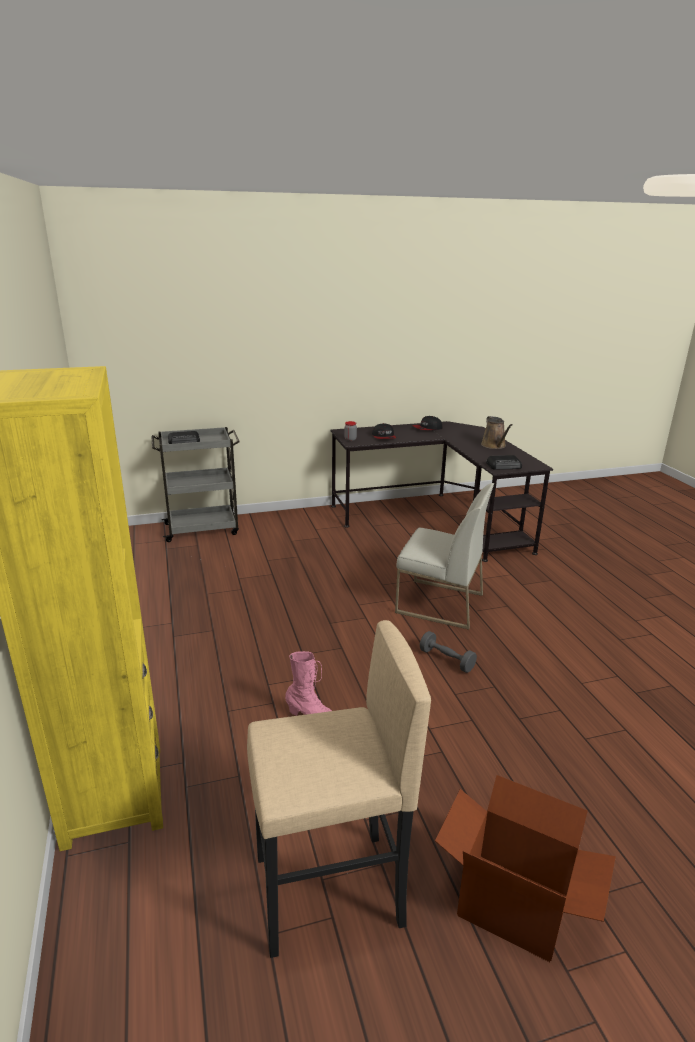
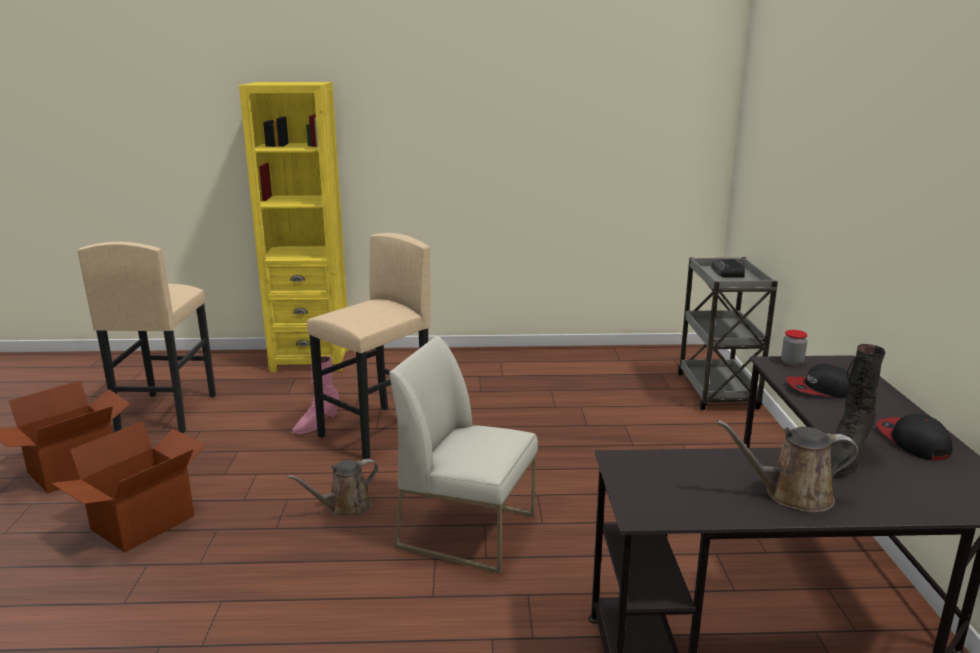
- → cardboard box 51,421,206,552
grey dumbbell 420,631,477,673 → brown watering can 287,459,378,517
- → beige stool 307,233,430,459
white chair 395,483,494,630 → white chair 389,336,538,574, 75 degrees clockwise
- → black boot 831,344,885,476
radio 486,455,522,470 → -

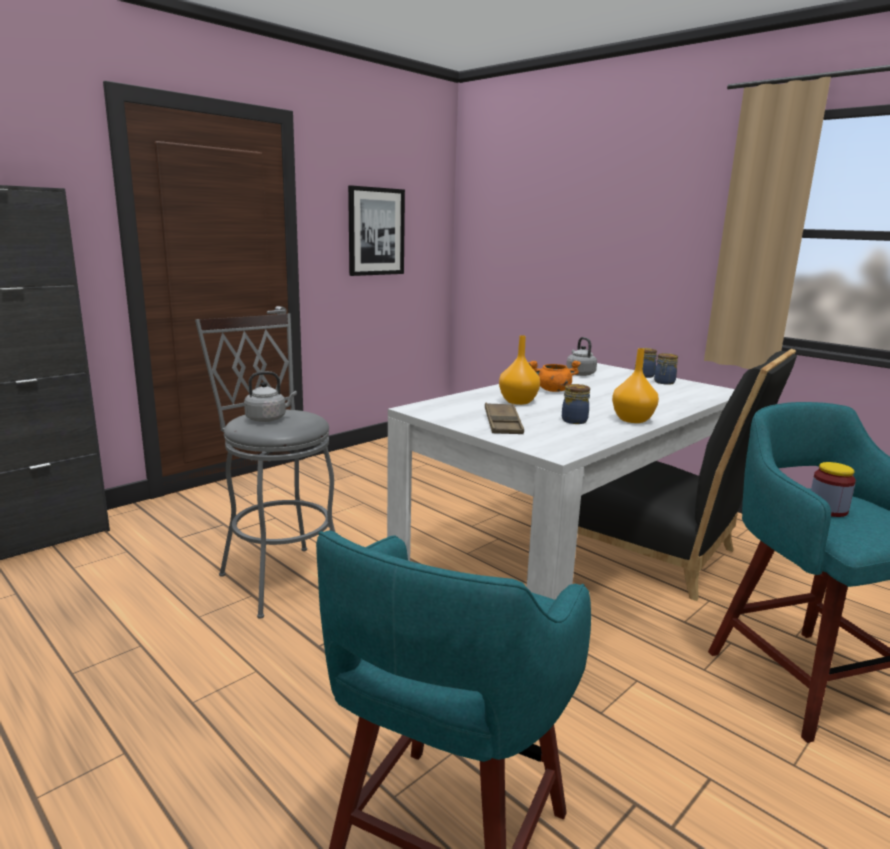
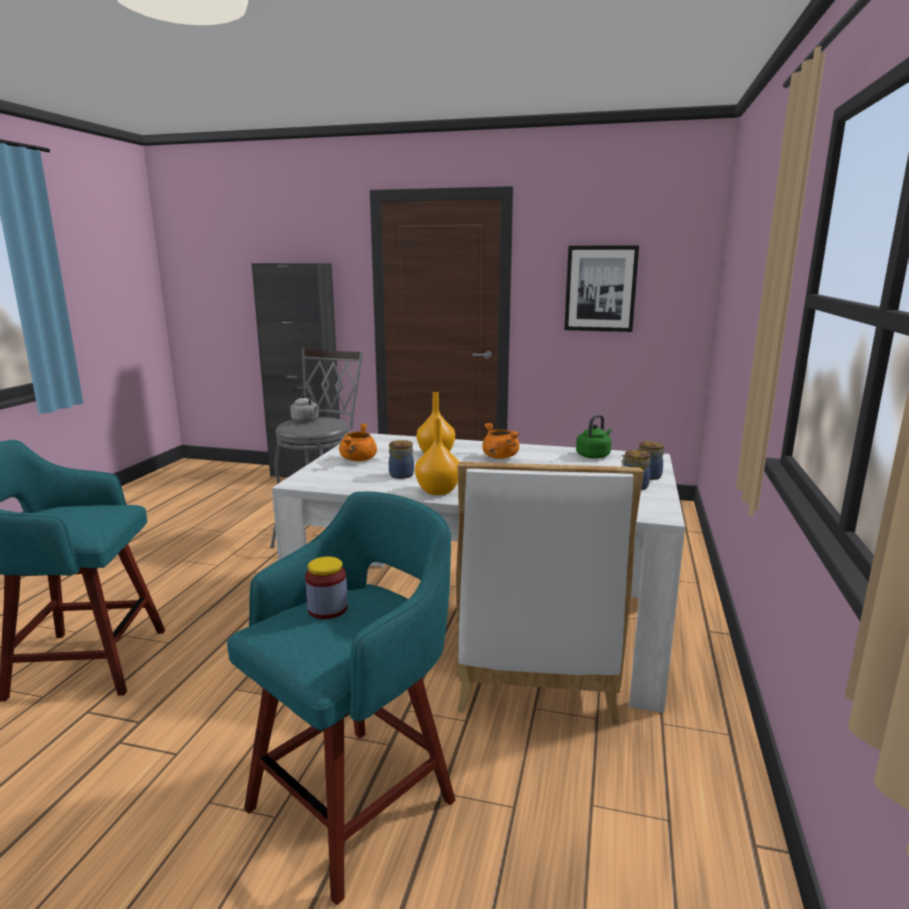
brown tray 485,403,524,434 → orange cooking pot 339,423,377,462
black chair 577,349,797,601 → white chair 456,462,644,725
grey kettle 566,337,597,376 → green kettle 576,415,612,459

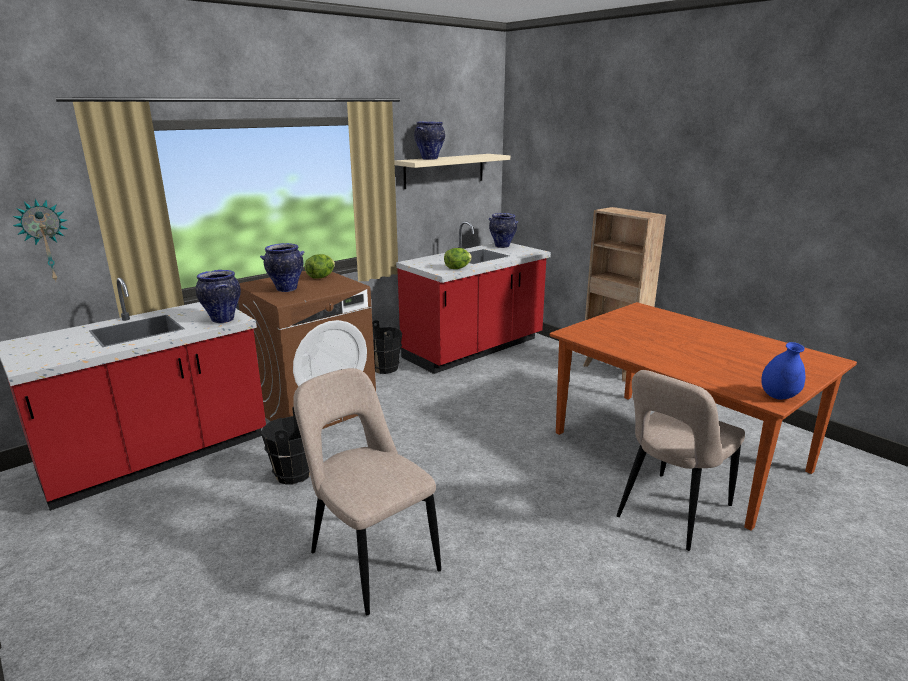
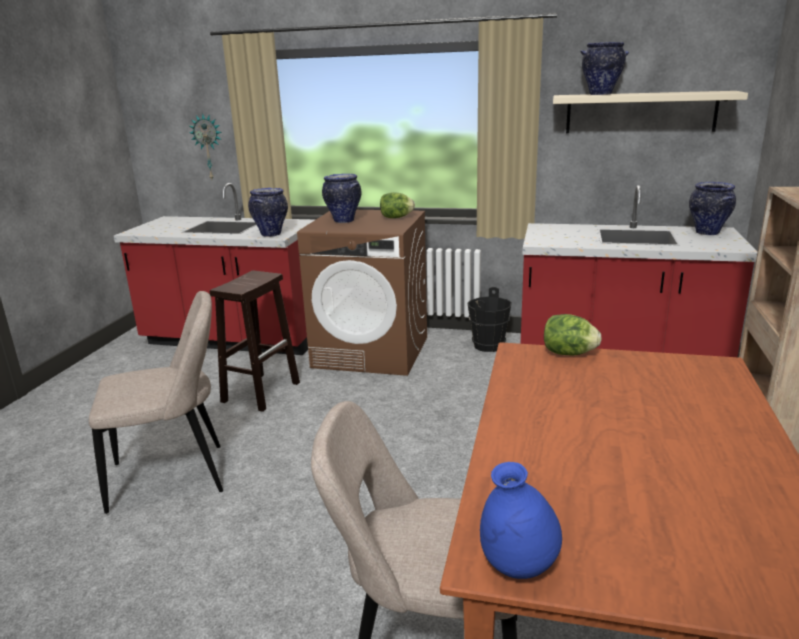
beige chair 293,368,441,615 → beige chair 89,291,223,514, 60 degrees clockwise
black bucket 261,407,310,485 → brown stool 210,271,300,412
lettuce 444,248,472,269 → lettuce 544,314,602,355, moved

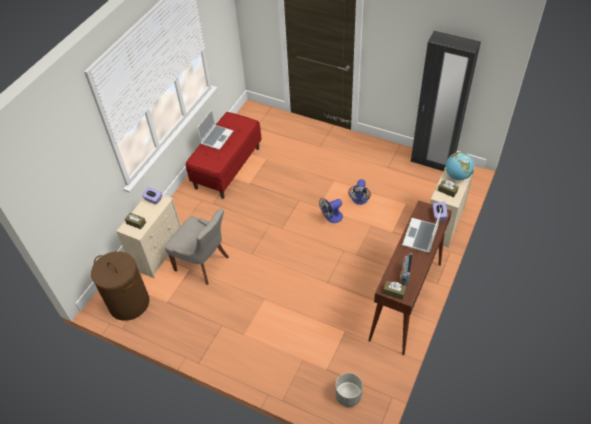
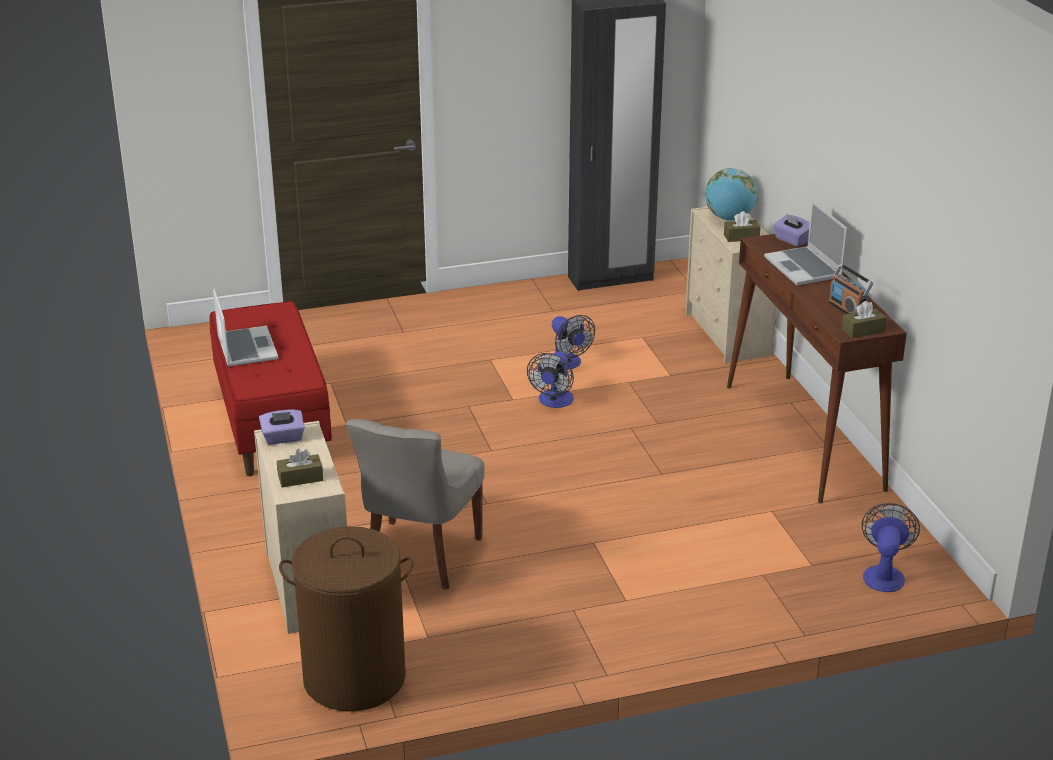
grey chair 165,209,229,285 → grey chair 346,419,484,590, 120 degrees clockwise
grey planter 335,373,363,407 → fan 862,503,920,592

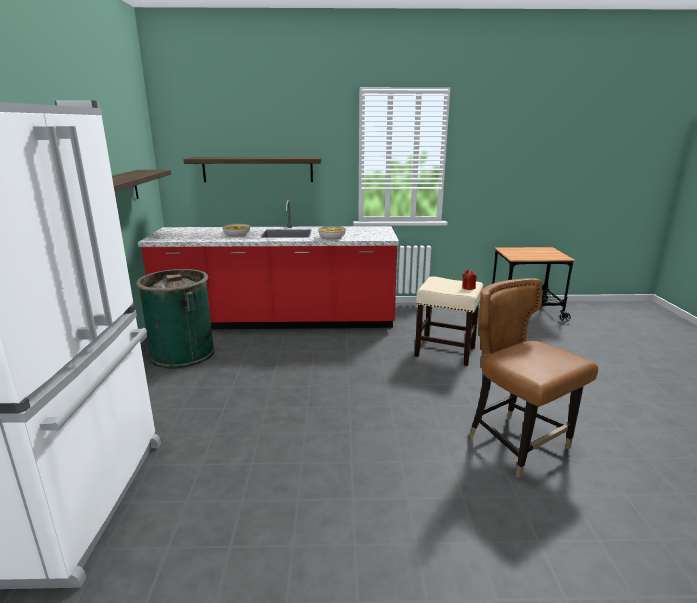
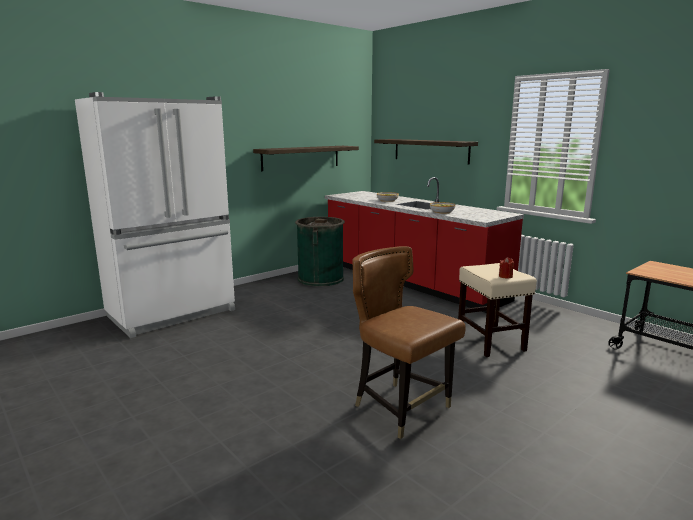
brown chair 469,278,598,478 → brown chair 352,246,466,439, 60 degrees counterclockwise

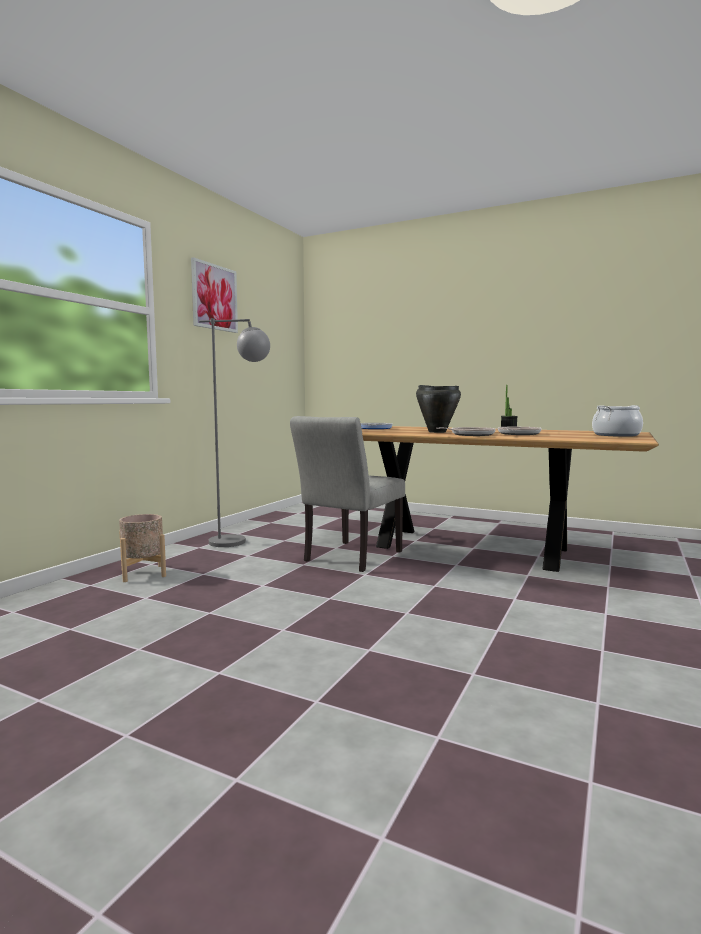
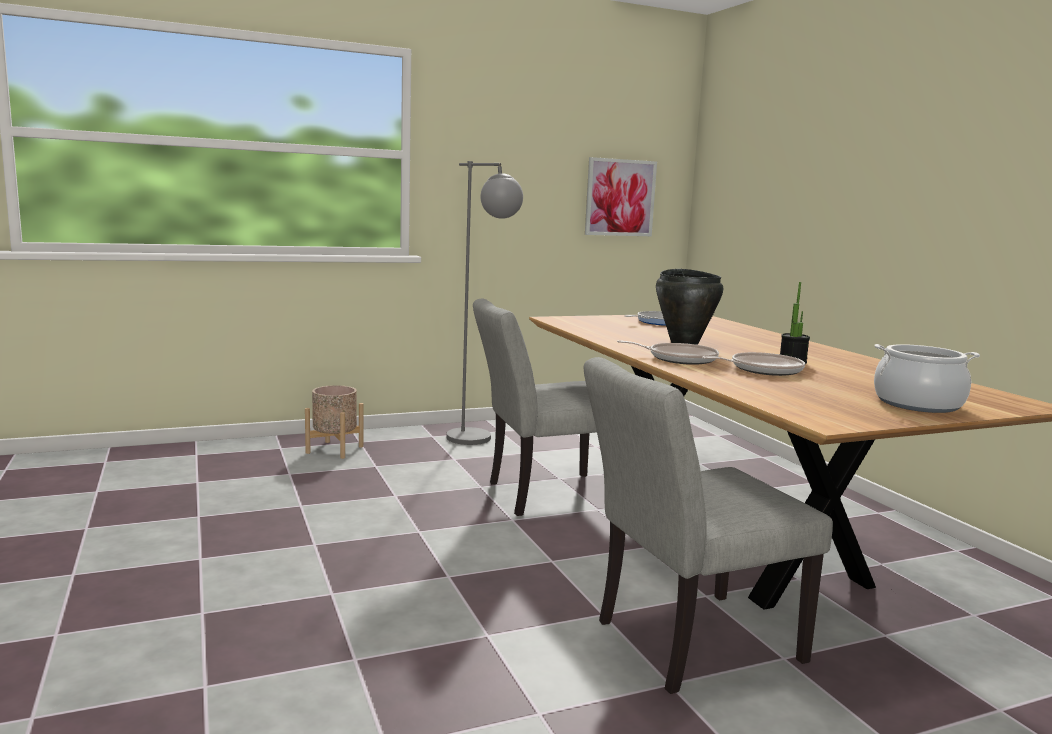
- → grey chair 584,357,833,694
picture 191,257,238,333 → picture 585,157,657,236, moved

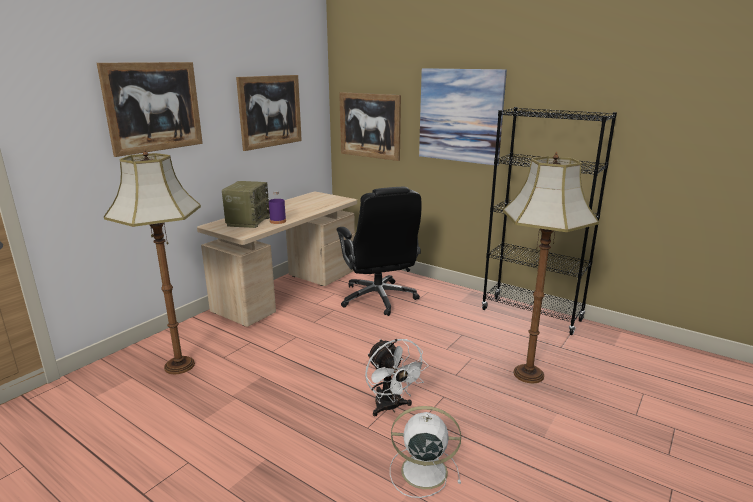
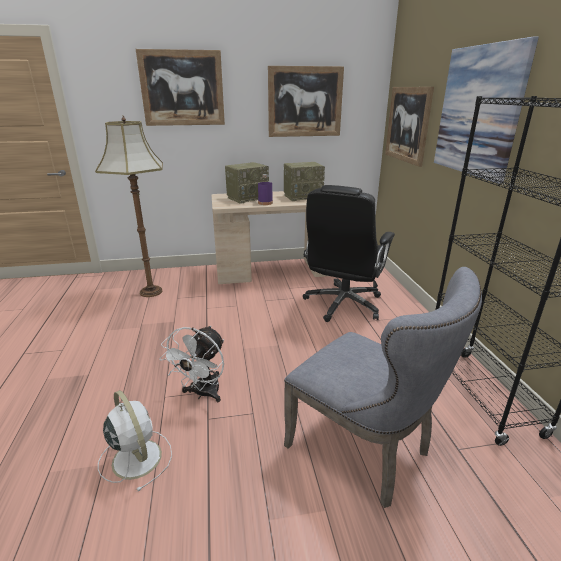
- → radio 284,162,325,201
floor lamp 503,152,599,383 → grey chair 284,267,482,508

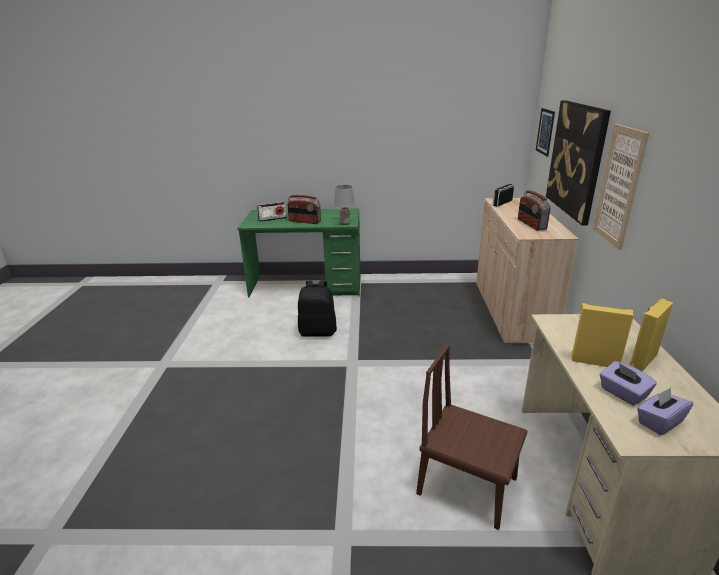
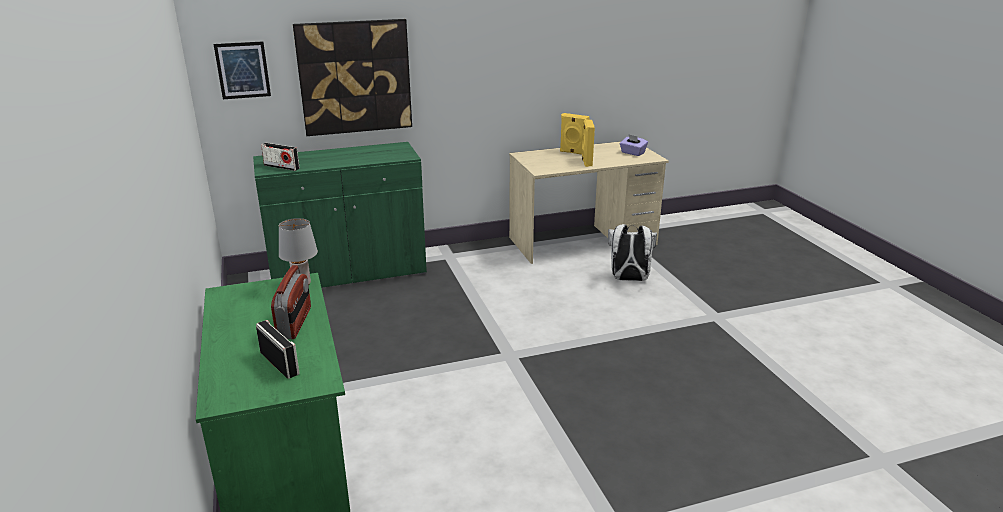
beige cabinet 476,198,579,345 → green cabinet 253,142,427,288
brown chair 416,344,527,530 → white backpack 608,224,657,281
black backpack 298,281,337,337 → -
radio 518,190,550,231 → -
picture 593,124,649,250 → -
purple tissue box 600,361,657,406 → -

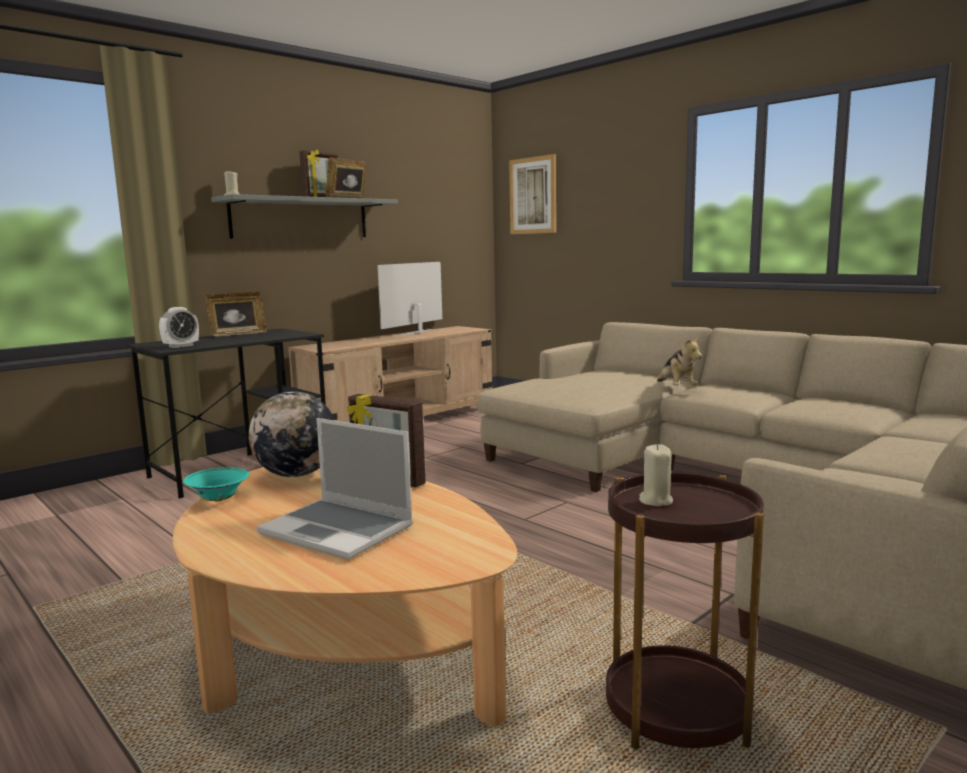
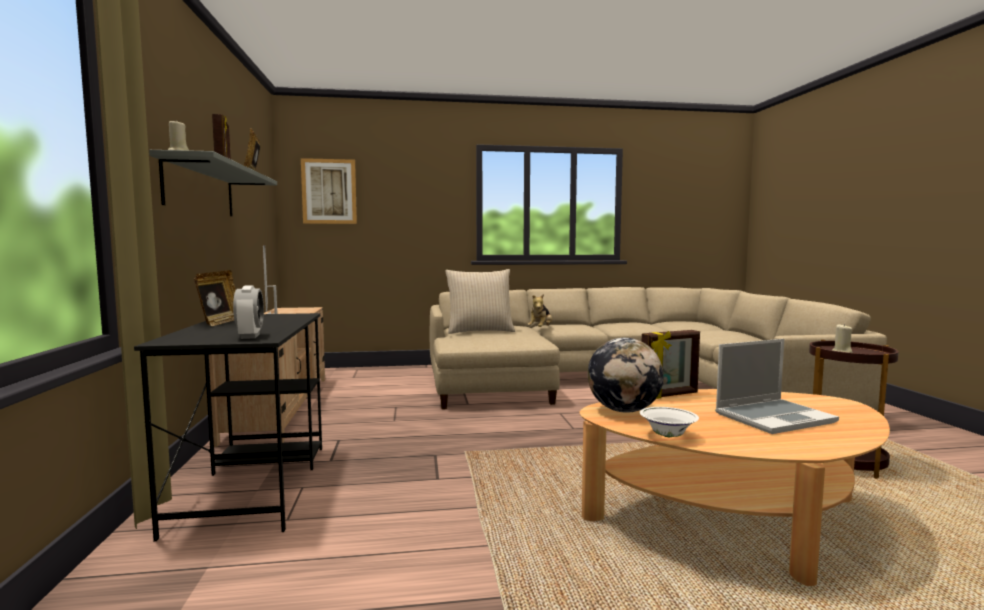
- → beige pillow 445,269,515,334
plush toy 657,336,702,386 → plush toy 527,294,552,327, 90 degrees clockwise
turquoise bowl 183,467,249,501 → white bowl 640,407,699,437

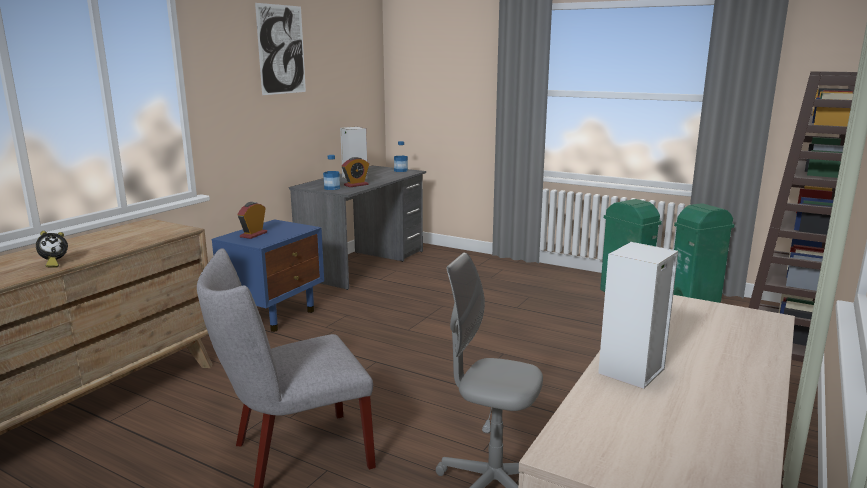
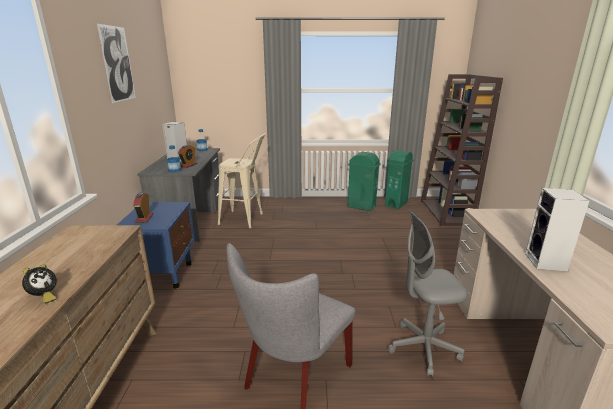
- → beige stool 218,133,266,228

